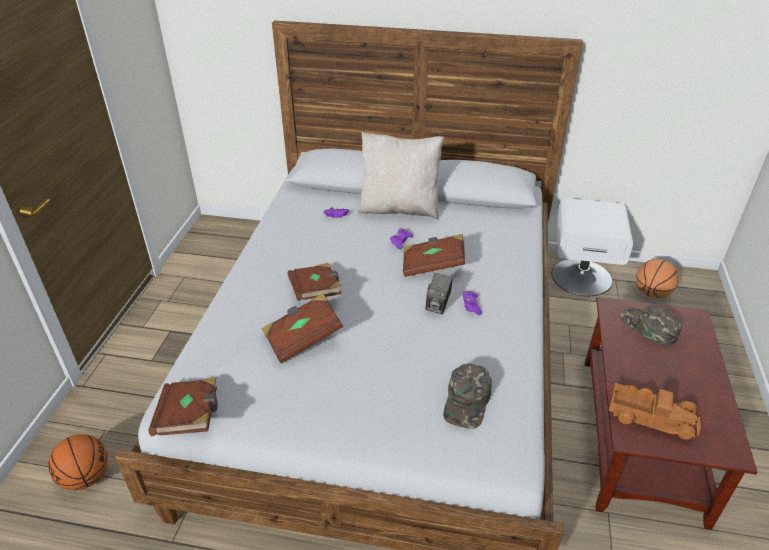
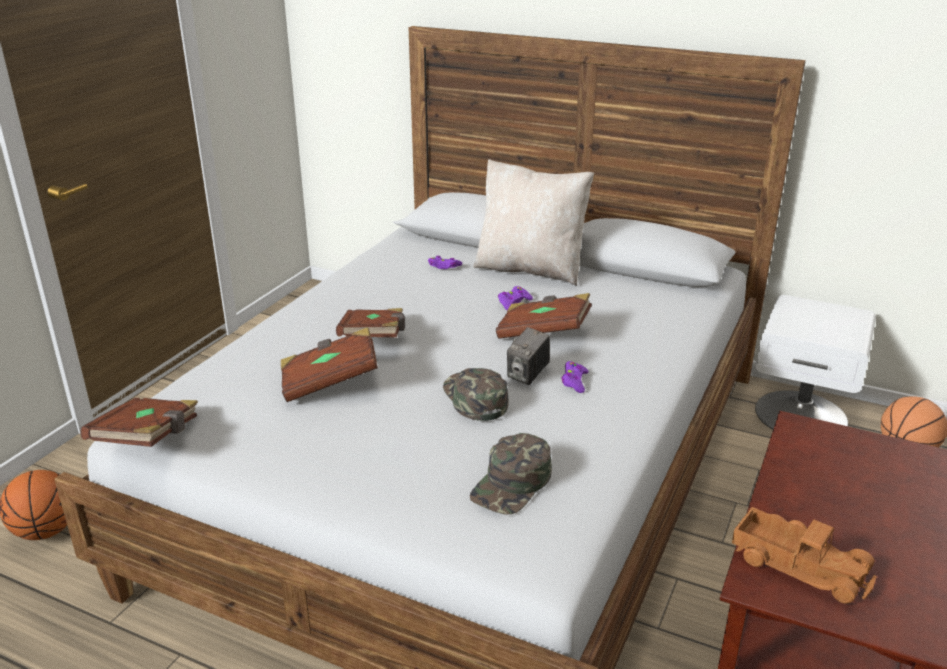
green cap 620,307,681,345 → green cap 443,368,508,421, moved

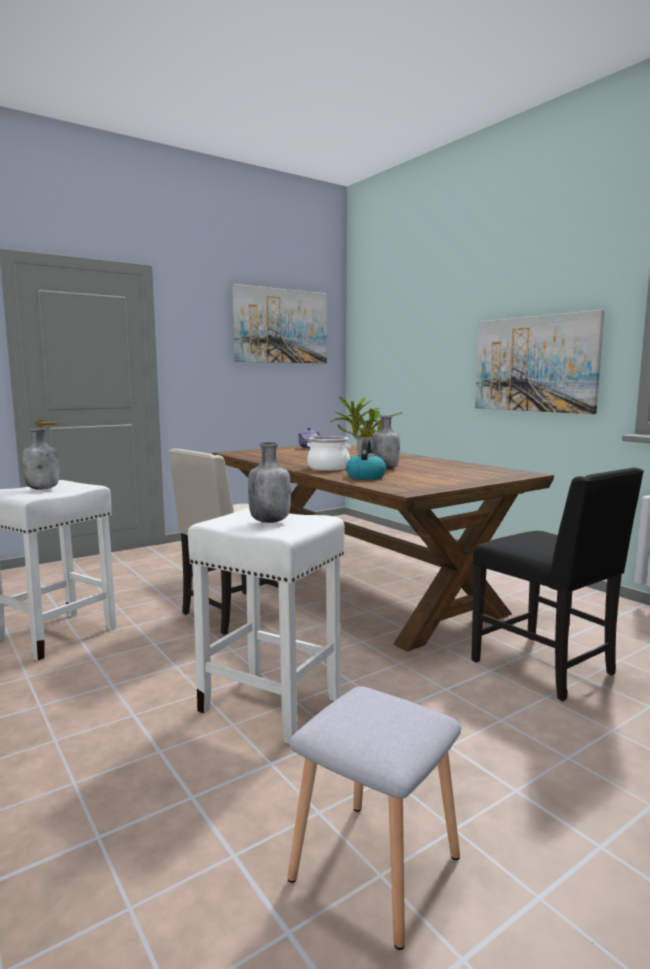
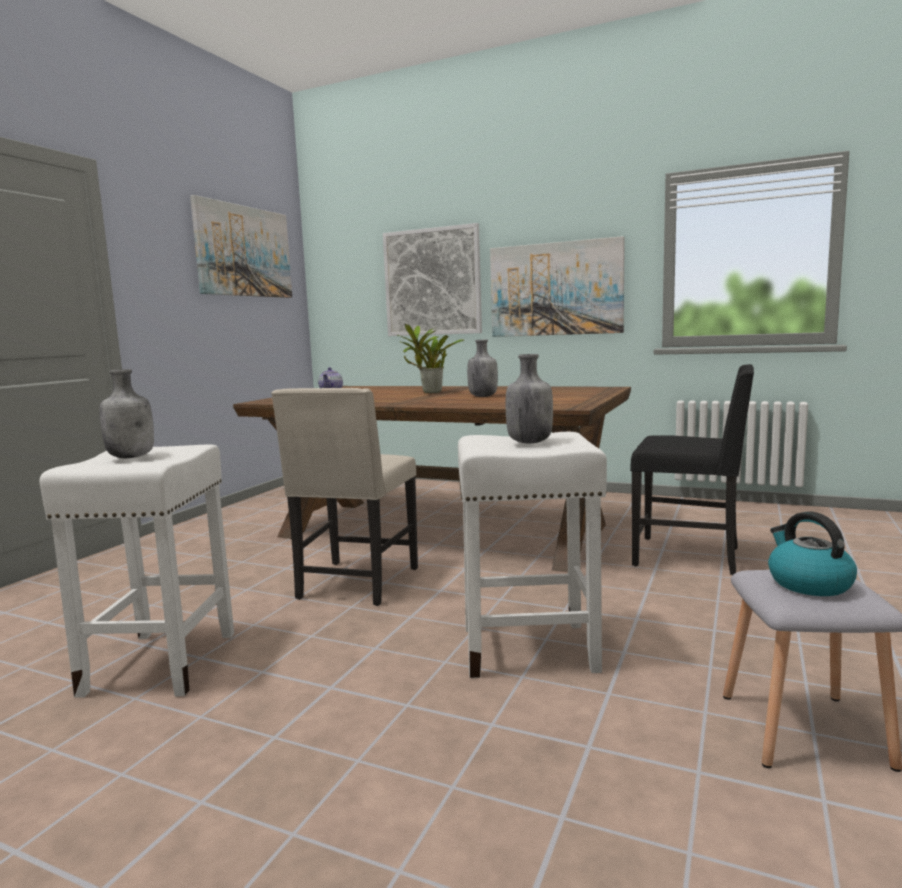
- → picture 383,223,482,336
kettle 346,439,386,480 → kettle 768,512,857,596, moved
cooking pot 307,436,351,471 → -

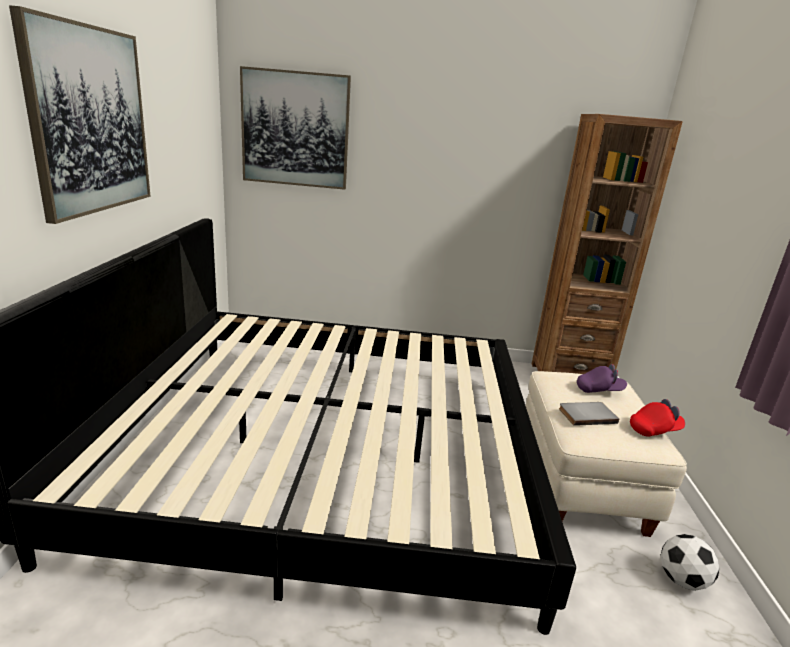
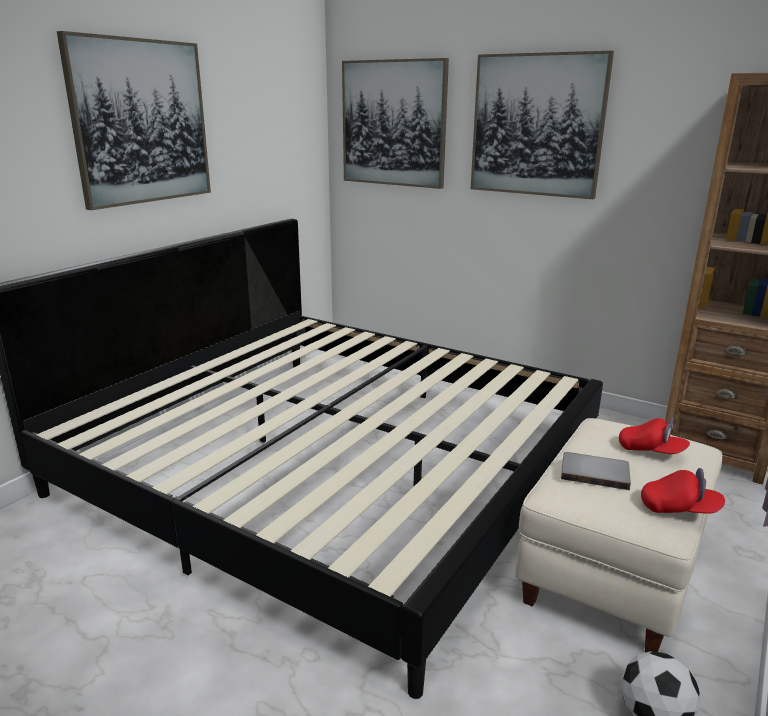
- → picture 471,51,614,199
purple cap 577,364,627,393 → red cap 619,417,690,454

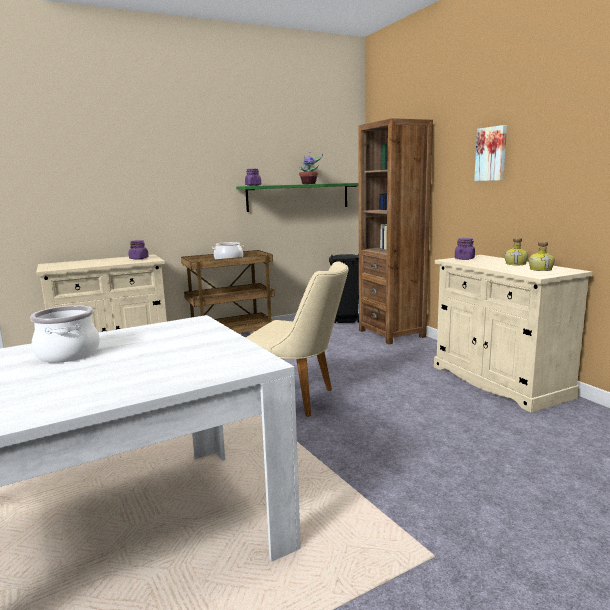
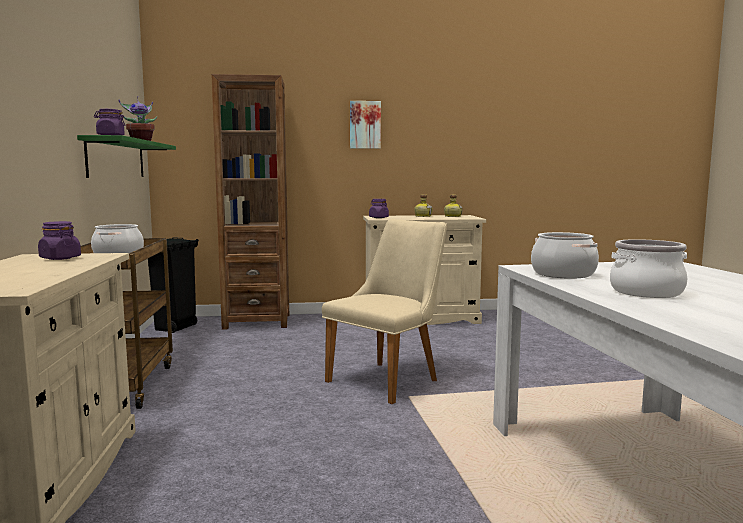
- → cooking pot 531,232,599,279

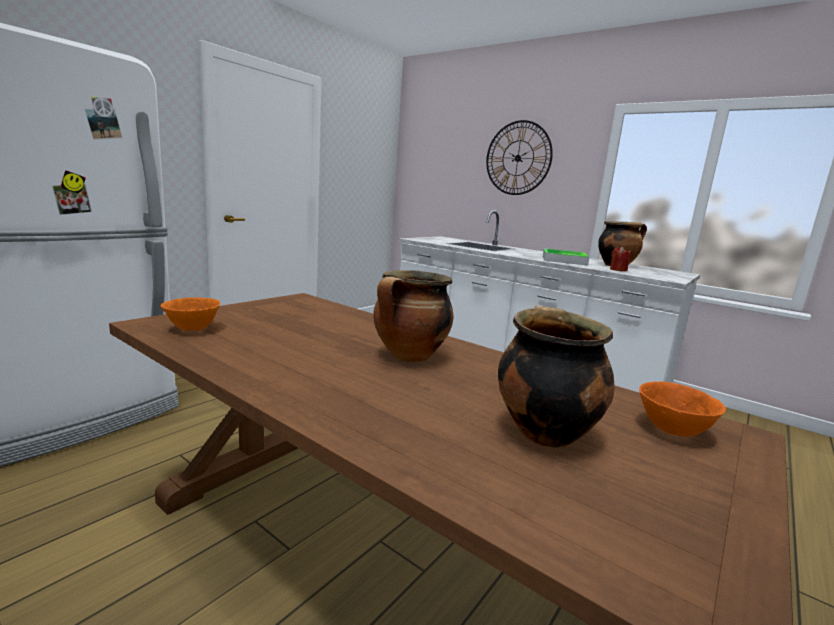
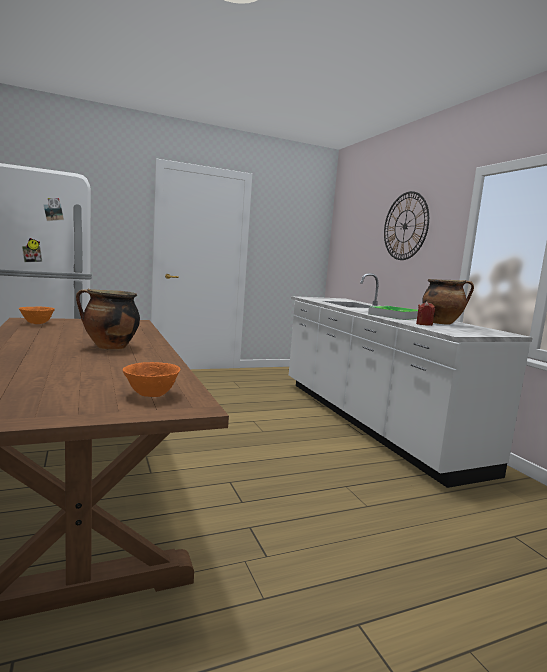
cooking pot 498,305,615,448 → -

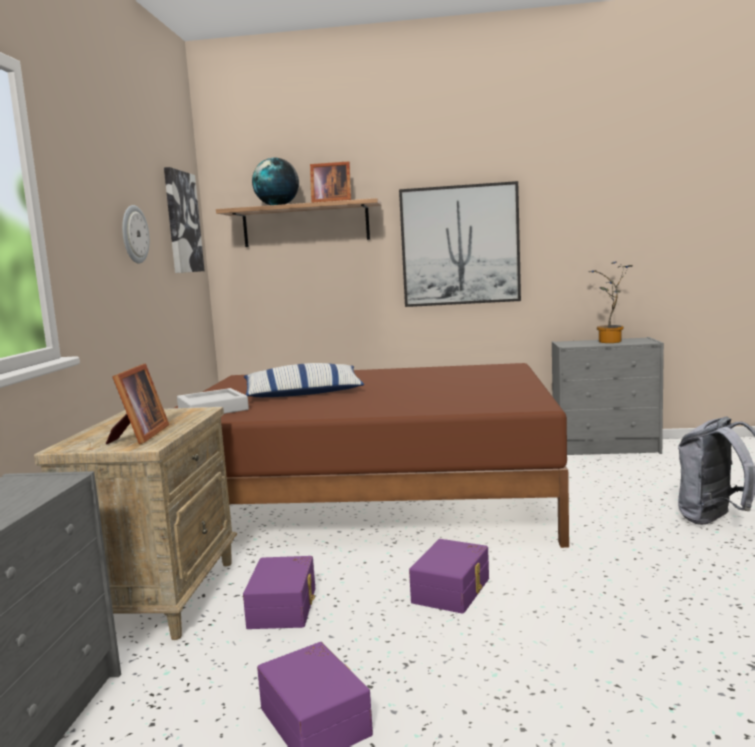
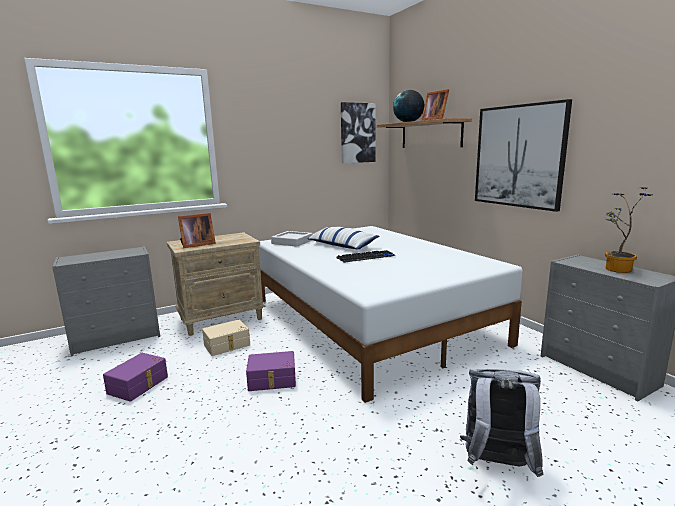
purple storage box 243,556,315,629 → beige storage box 202,320,250,356
brown bed 174,363,569,548 → white bed 259,226,523,403
- → keyboard 337,250,395,263
wall clock 122,205,150,264 → -

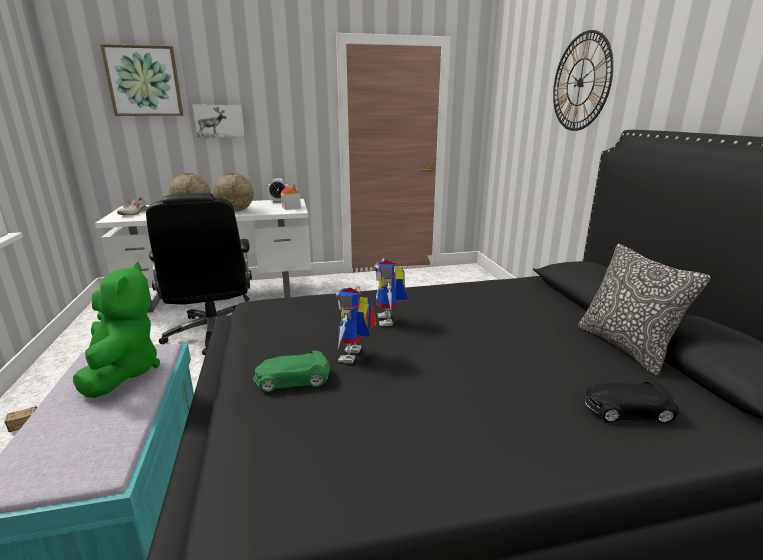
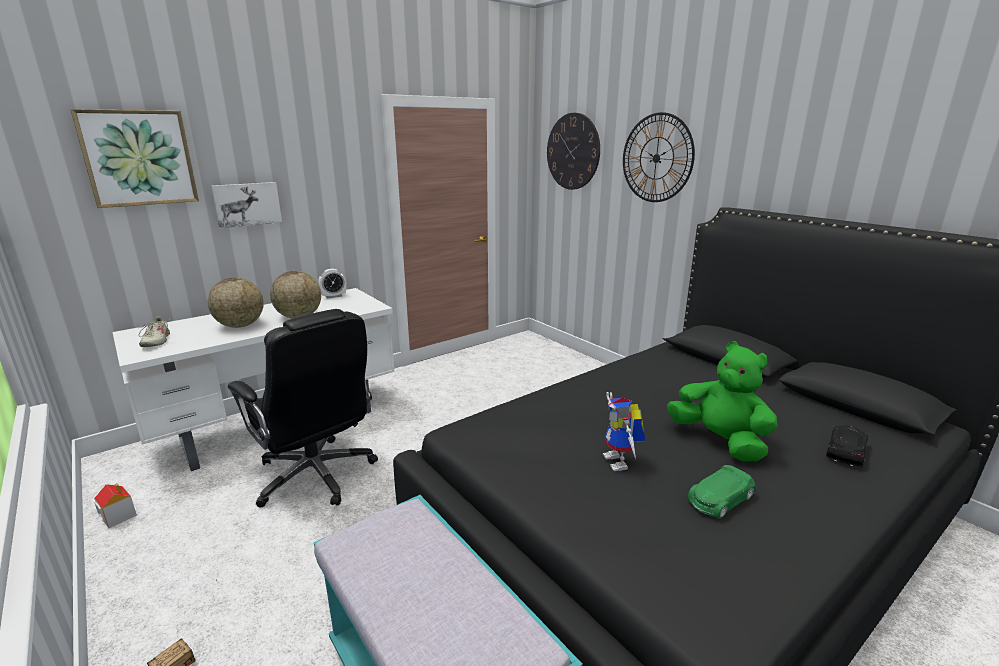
toy house 281,184,301,210 → toy house 94,483,137,528, moved
- → wall clock 547,113,600,190
green plush toy 73,262,160,398 → green plush toy 667,341,778,461, moved
green toy car 253,350,330,392 → green toy car 688,465,756,519, moved
black toy car 585,381,679,424 → black toy car 826,425,869,467, 150 degrees clockwise
toy robot 374,259,408,326 → -
pillow 578,244,710,376 → -

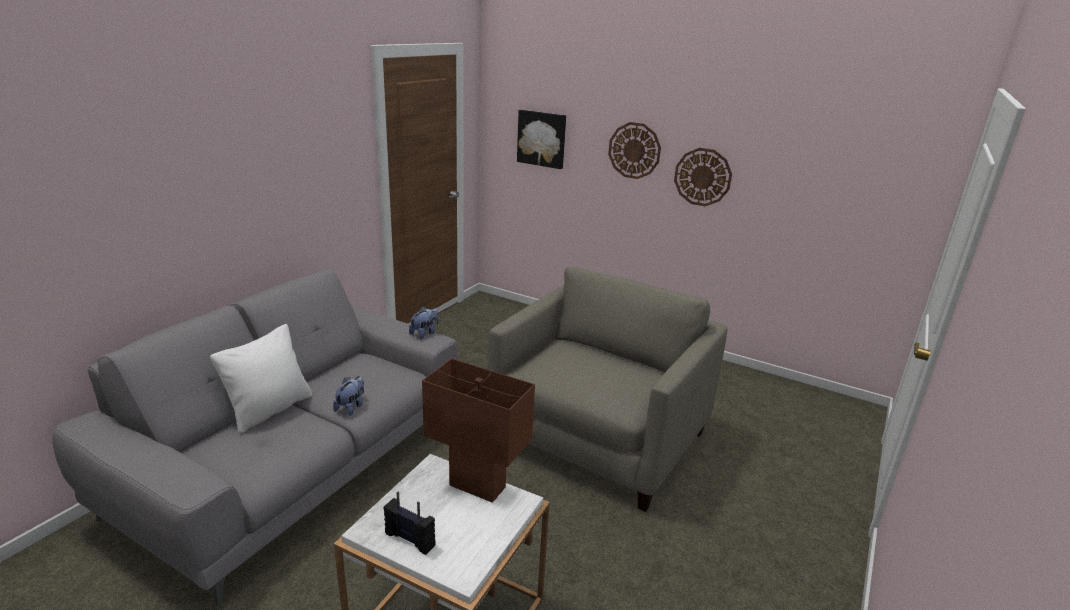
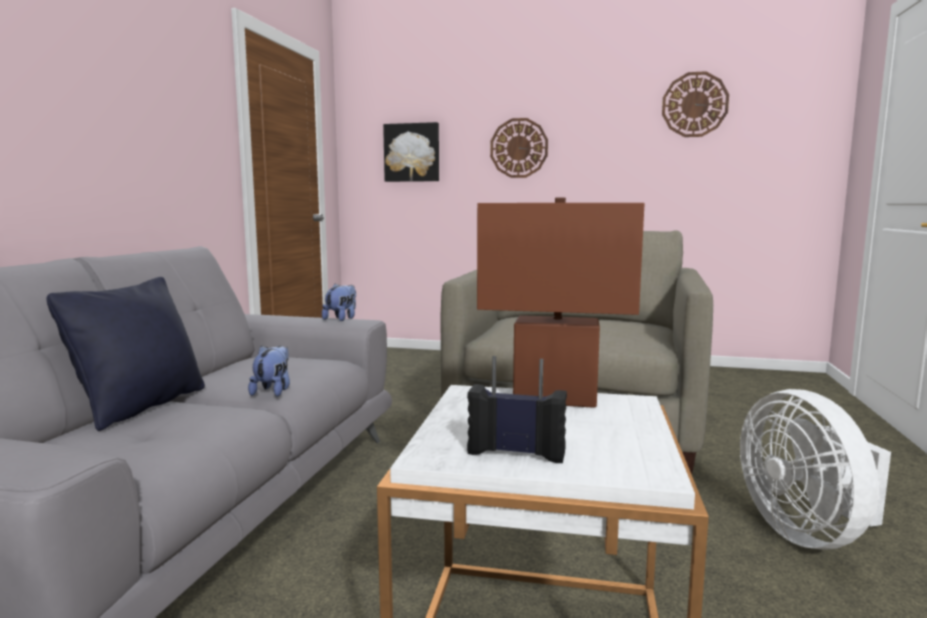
white pillow 210,324,312,433 → black pillow 46,277,205,431
wall clock 674,148,732,206 → wall clock 662,71,729,137, moved
- → white fan 740,389,891,550

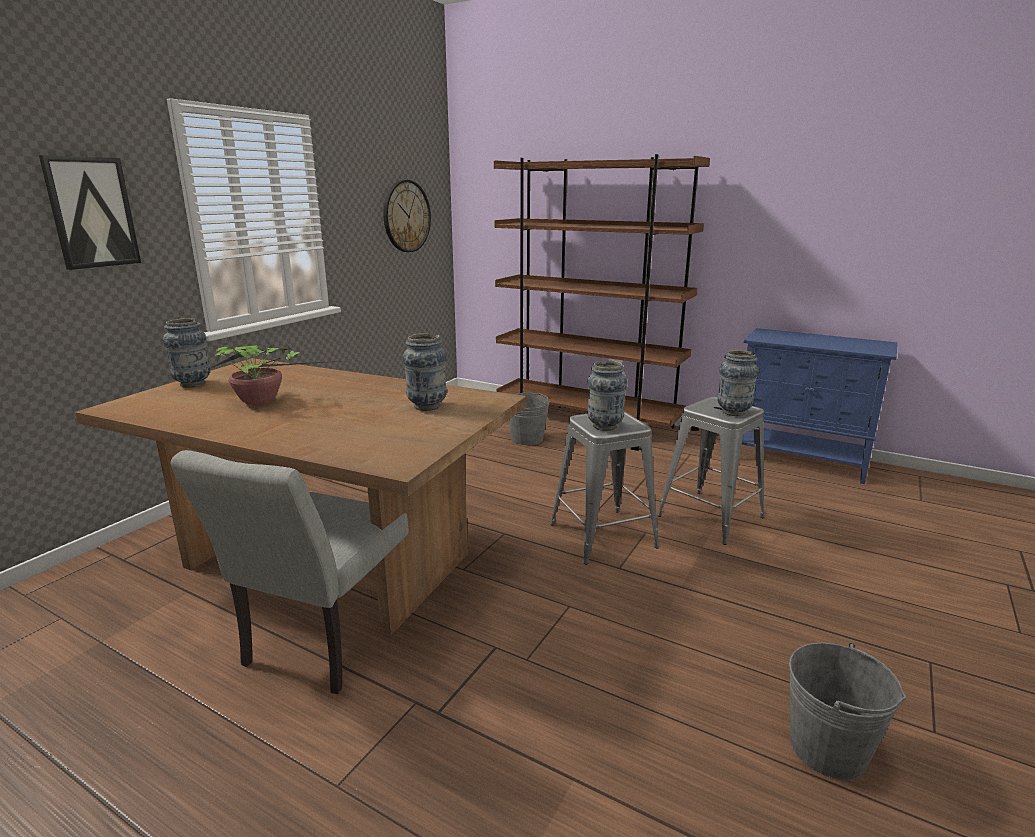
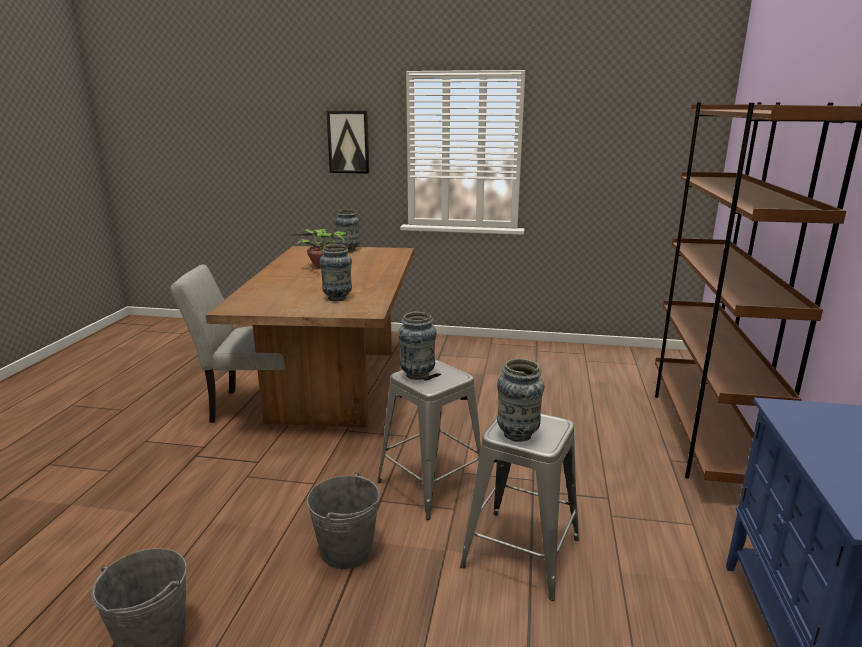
grey bucket 509,393,550,445 → grey bucket 307,473,380,569, moved
wall clock 383,180,431,252 → -

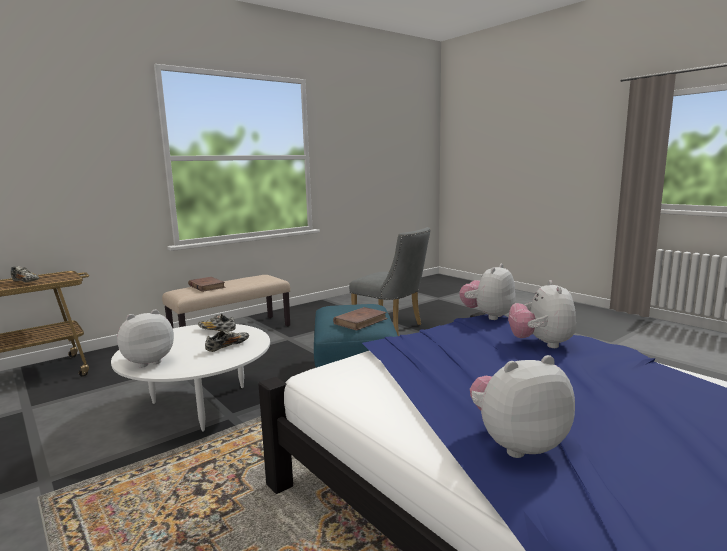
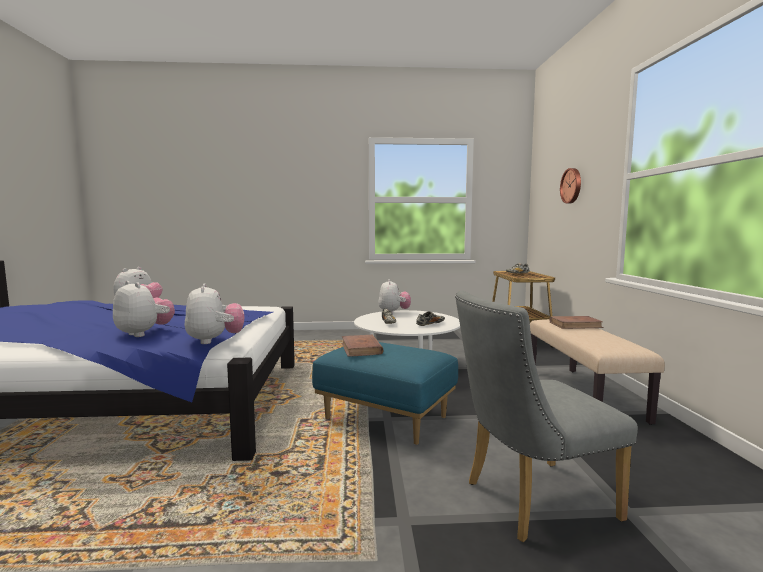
- → wall clock 560,168,581,203

